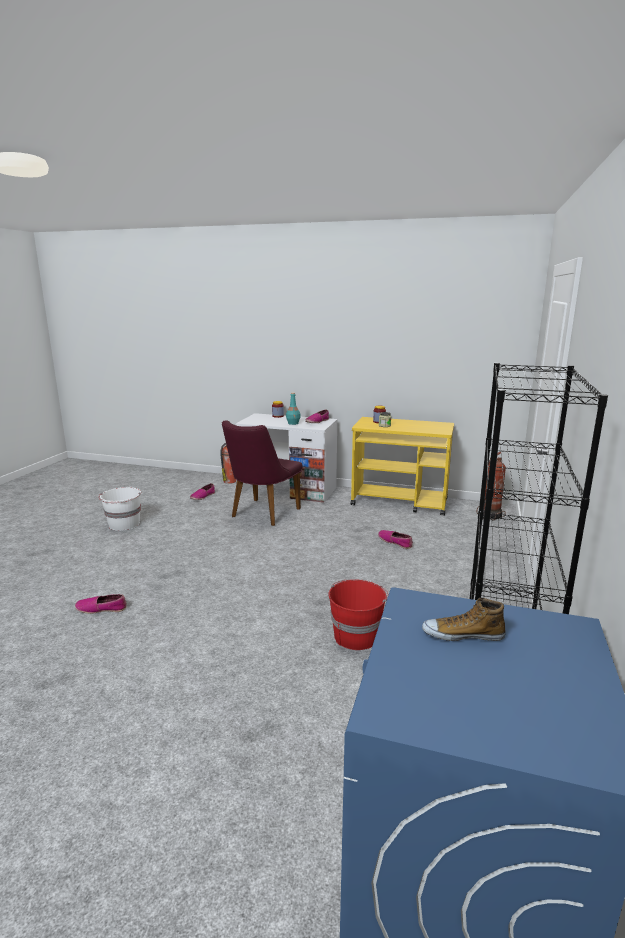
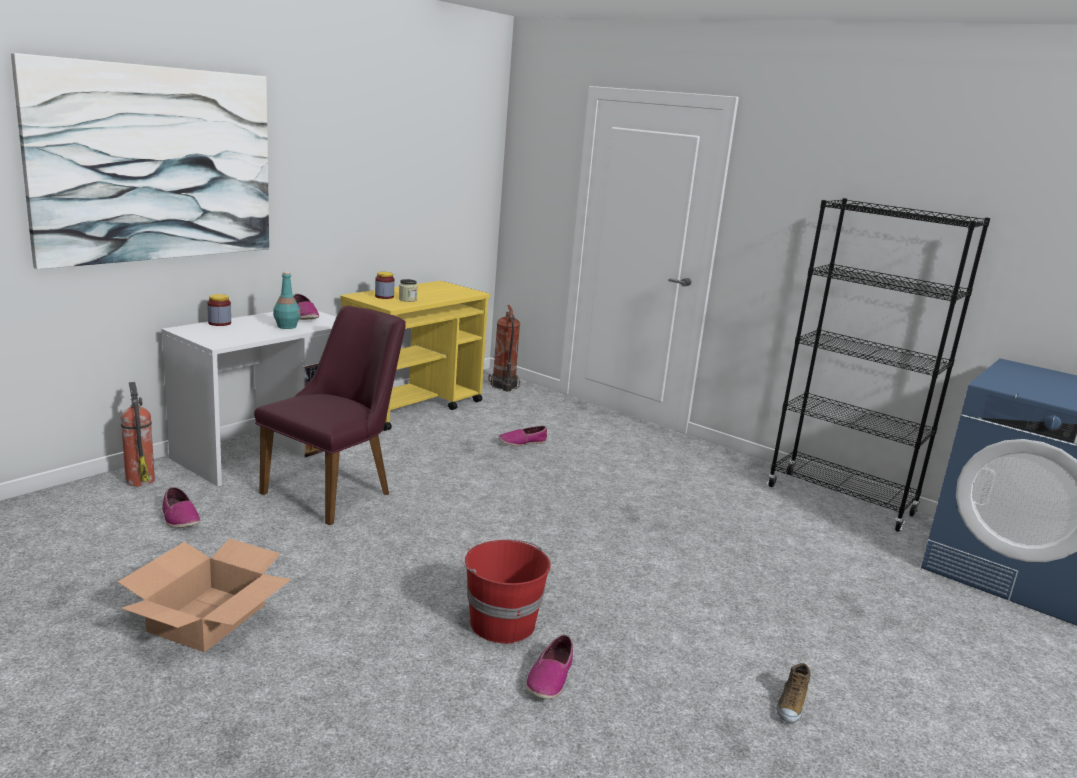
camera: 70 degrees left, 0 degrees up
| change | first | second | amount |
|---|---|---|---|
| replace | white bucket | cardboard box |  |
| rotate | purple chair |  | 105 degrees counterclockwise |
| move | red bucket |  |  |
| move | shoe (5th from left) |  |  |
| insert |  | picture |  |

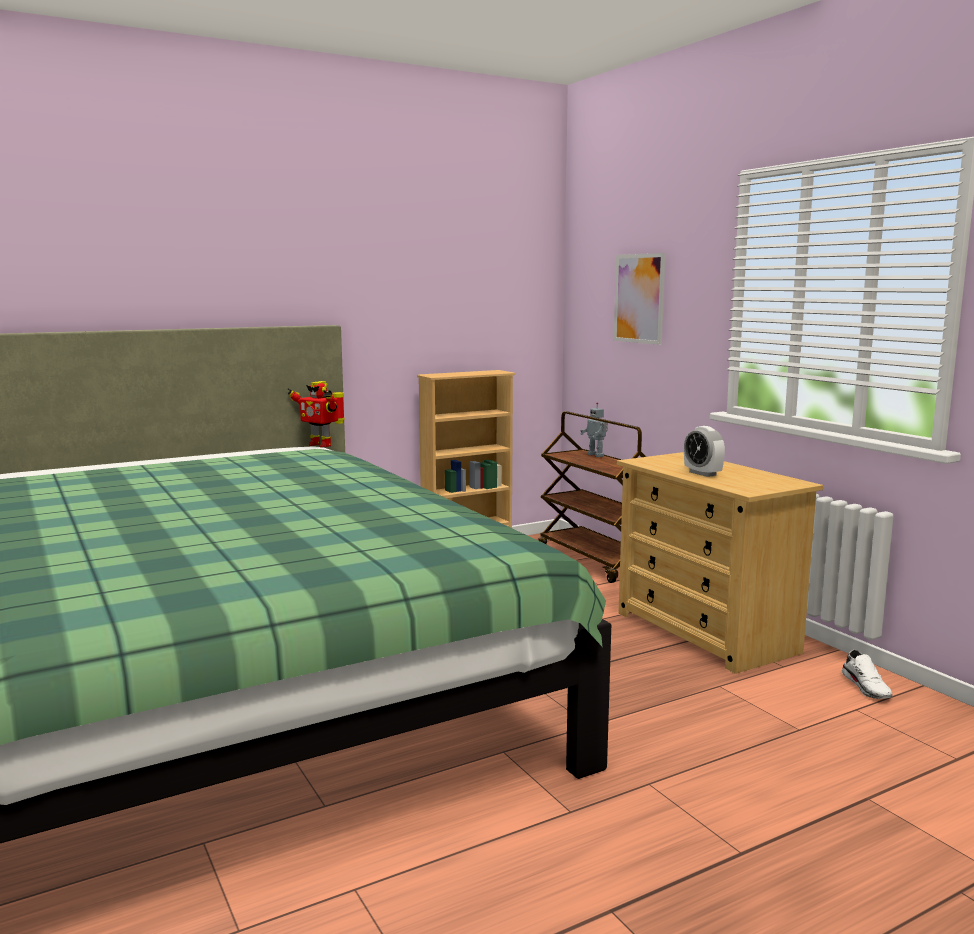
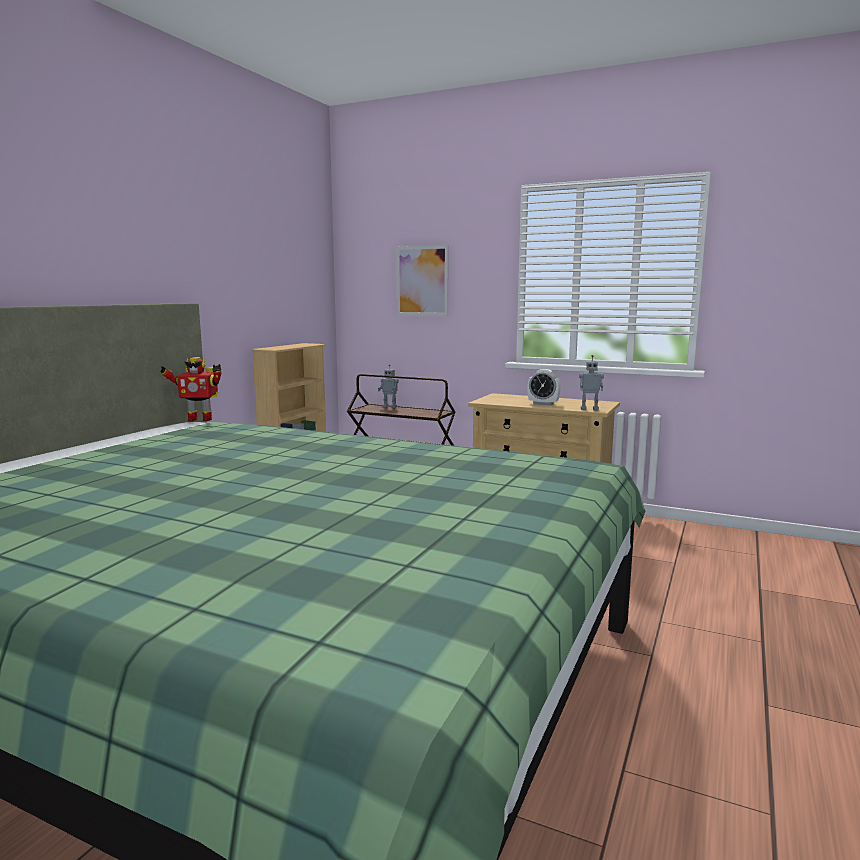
camera: 35 degrees left, 0 degrees up
| change | first | second | amount |
|---|---|---|---|
| delete | white shoe |  |  |
| insert |  | toy robot (3rd from left) |  |

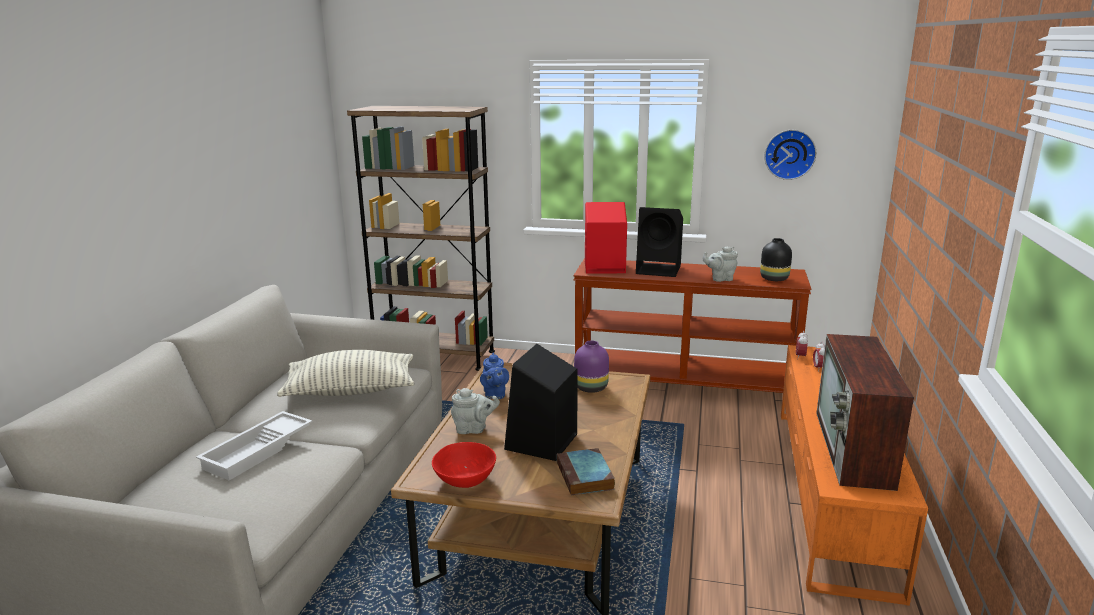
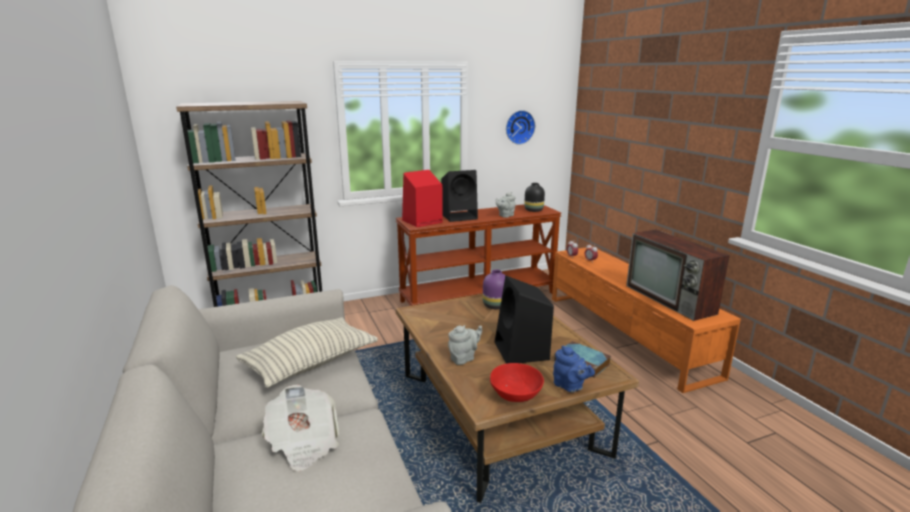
camera: 35 degrees left, 0 degrees up
| change | first | second | amount |
|---|---|---|---|
| replace | white tray | newspaper |  |
| move | blue teapot |  |  |

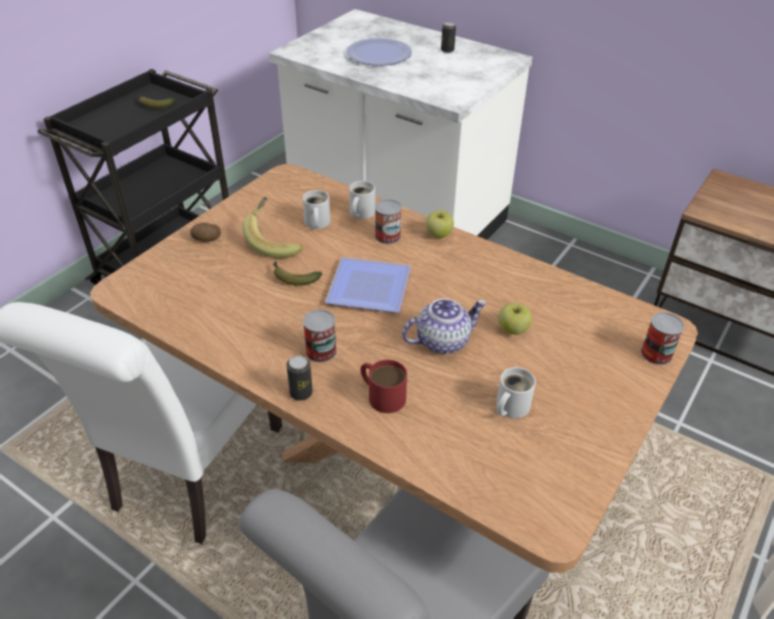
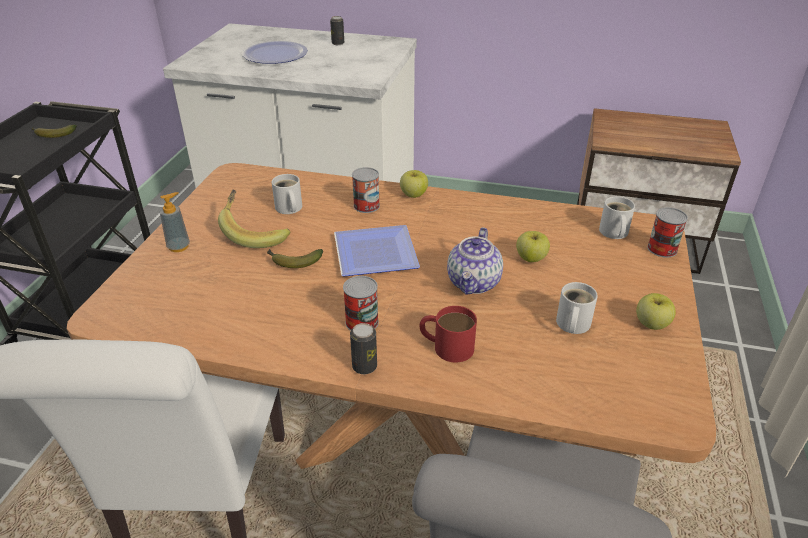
camera: 20 degrees left, 5 degrees down
| change | first | second | amount |
|---|---|---|---|
| replace | potato | soap dispenser |  |
| move | white mug (2nd from left in the first image) | white mug (3rd from left) |  |
| rotate | teapot |  | 150 degrees clockwise |
| insert |  | apple (3rd from left) |  |

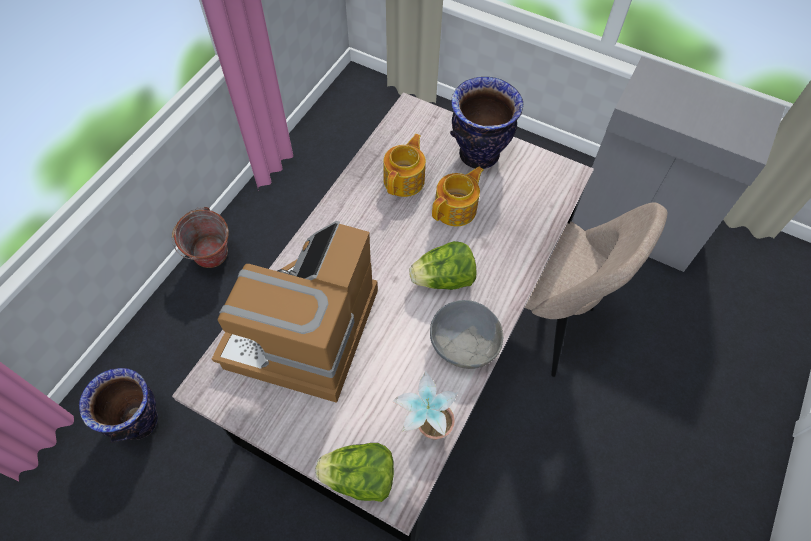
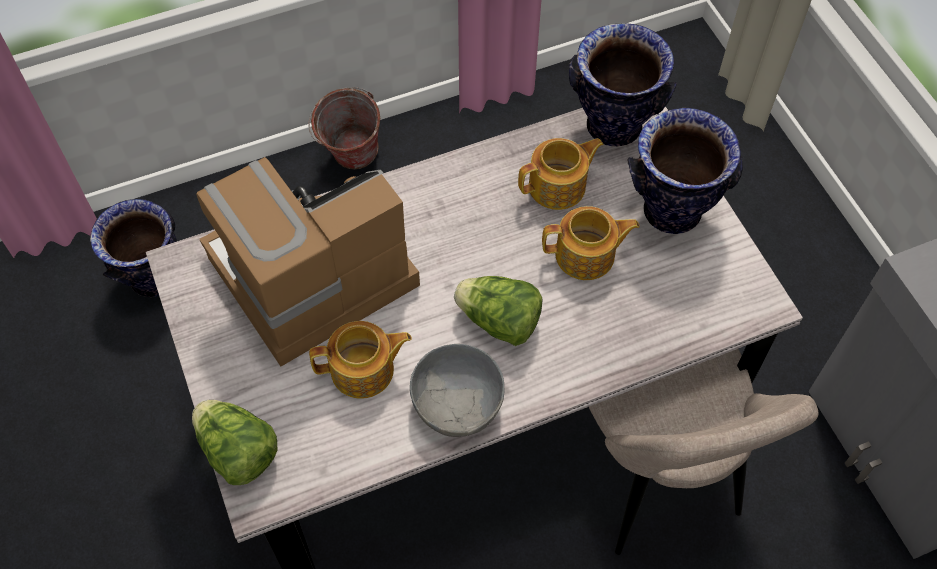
camera: 40 degrees right, 0 degrees up
| change | first | second | amount |
|---|---|---|---|
| delete | potted plant |  |  |
| insert |  | teapot (1st from left) |  |
| insert |  | vase (2nd from left) |  |

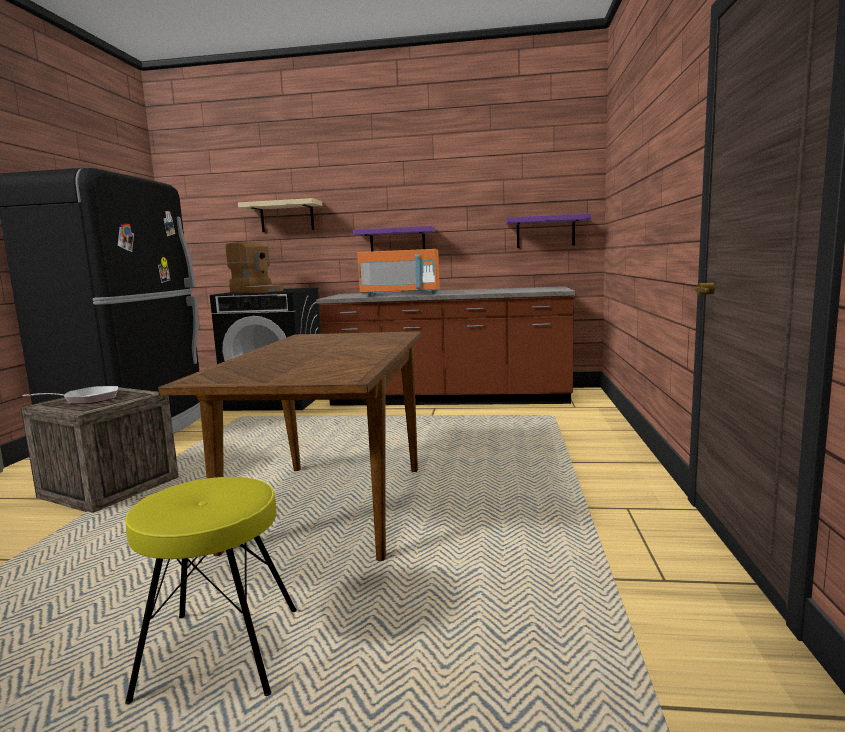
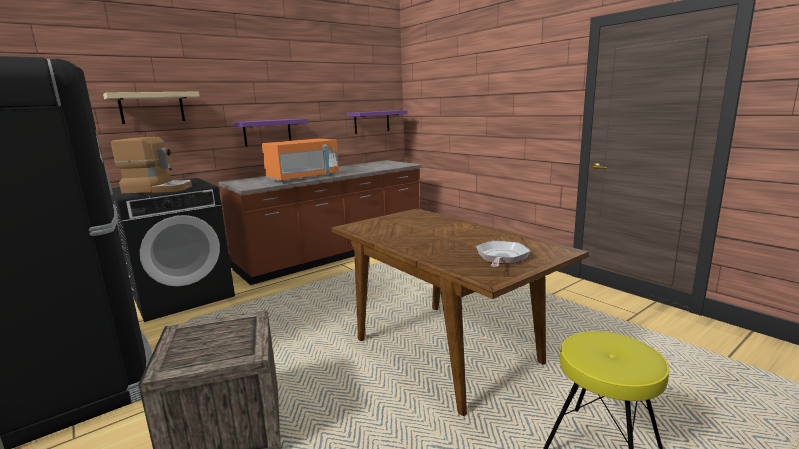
camera: 45 degrees left, 5 degrees up
| change | first | second | amount |
|---|---|---|---|
| move | frying pan |  |  |

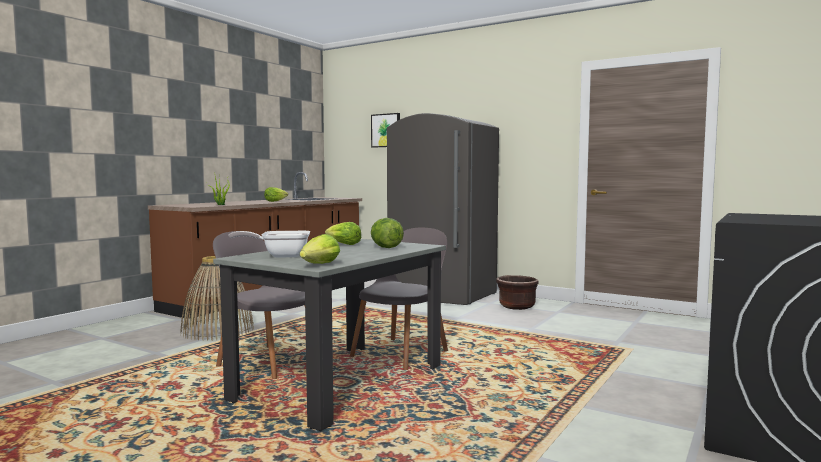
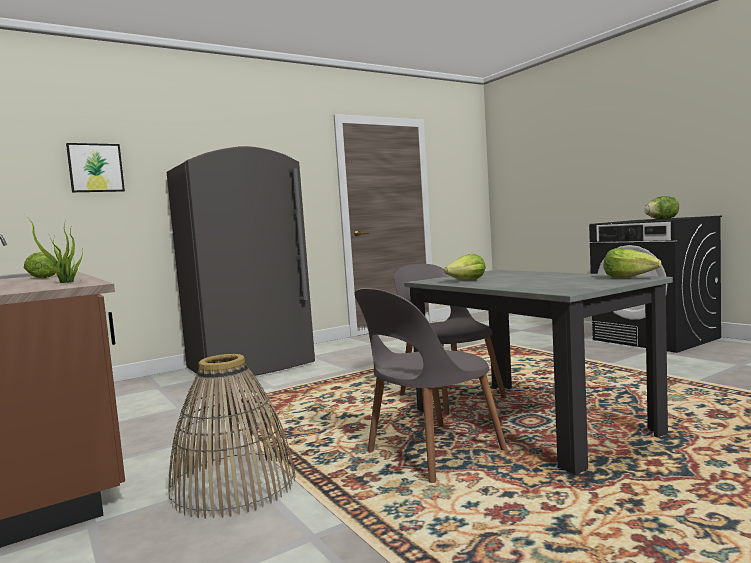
camera: 65 degrees left, 0 degrees up
| change | first | second | amount |
|---|---|---|---|
| delete | frying pan |  |  |
| move | lettuce (4th from left) |  |  |
| delete | brown planter |  |  |

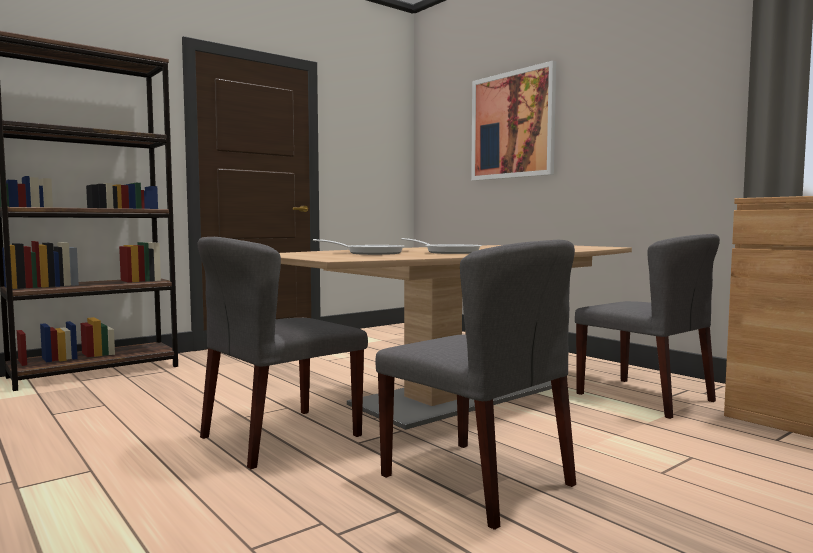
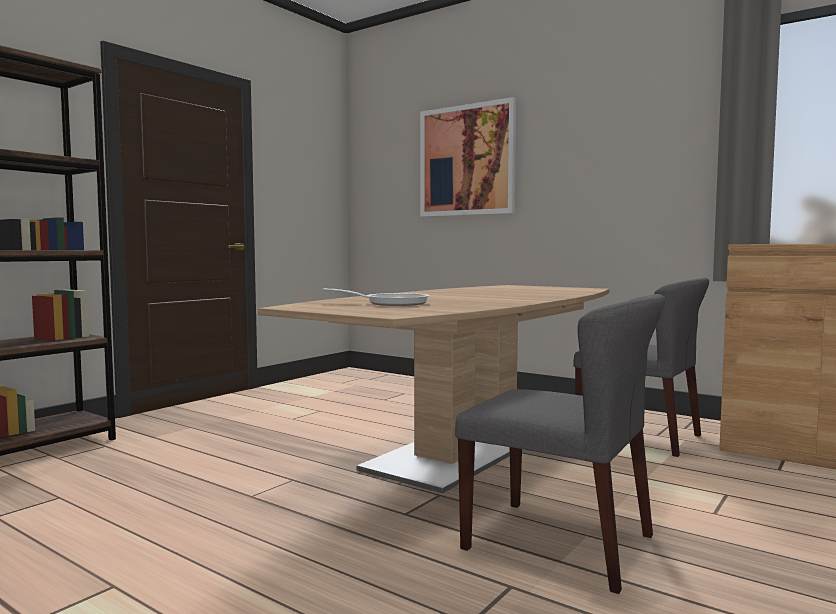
camera: 15 degrees left, 0 degrees up
| change | first | second | amount |
|---|---|---|---|
| delete | grey chair (1st from left) |  |  |
| delete | frying pan (2nd from left) |  |  |

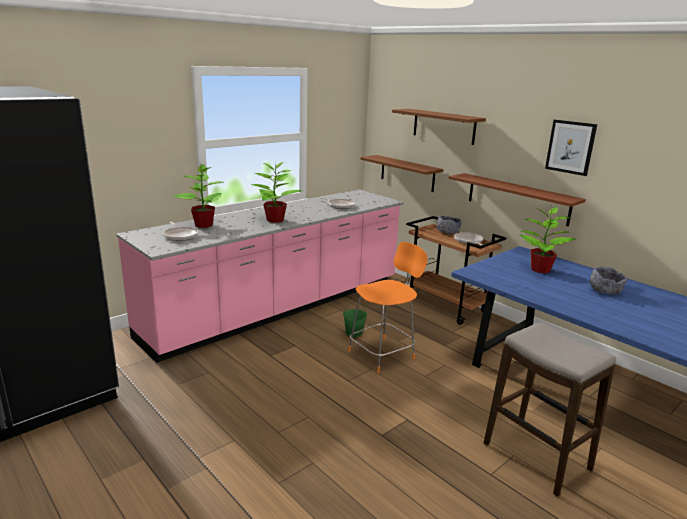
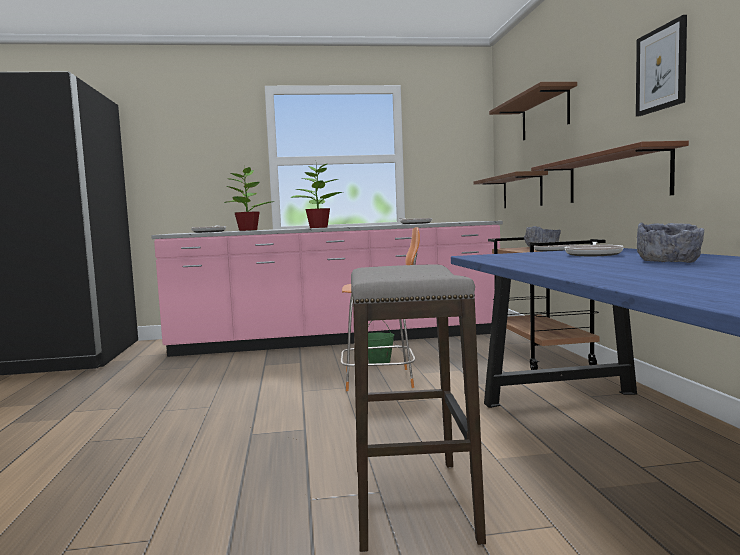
camera: 35 degrees right, 15 degrees down
| change | first | second | amount |
|---|---|---|---|
| replace | potted plant (3rd from left) | frying pan (4th from left) |  |

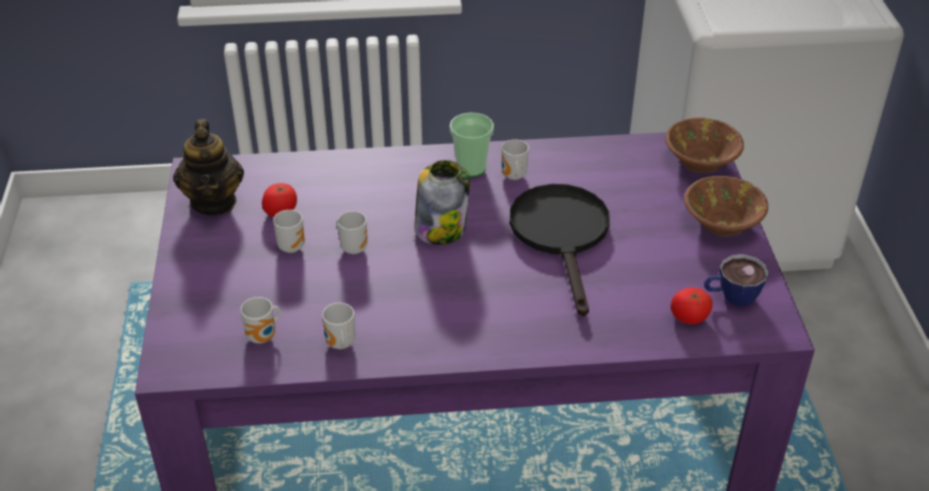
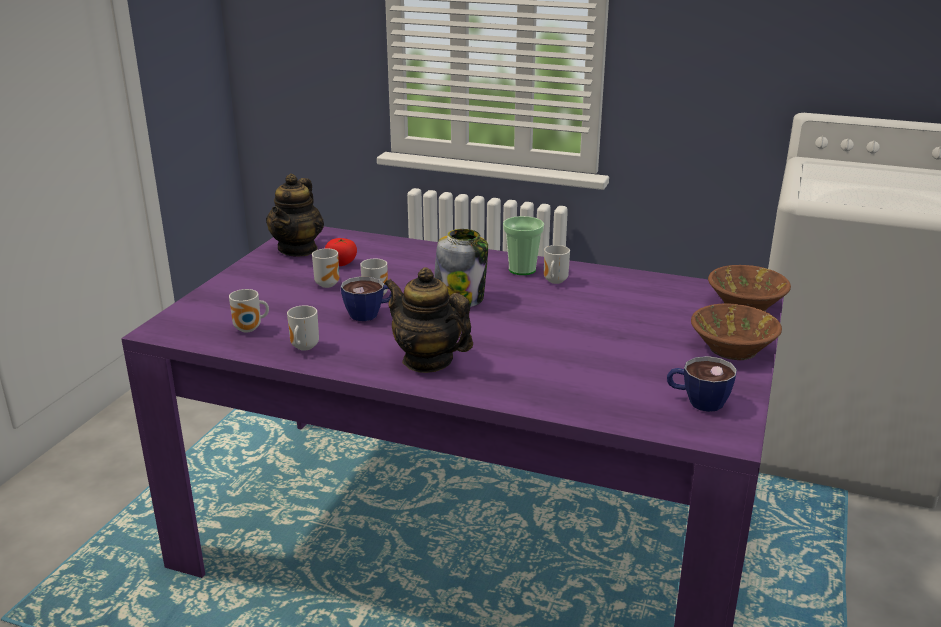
camera: 25 degrees right, 15 degrees down
| change | first | second | amount |
|---|---|---|---|
| delete | black frying pan |  |  |
| delete | tomato (2nd from left) |  |  |
| insert |  | cup (1st from left) |  |
| insert |  | teapot (2nd from left) |  |

